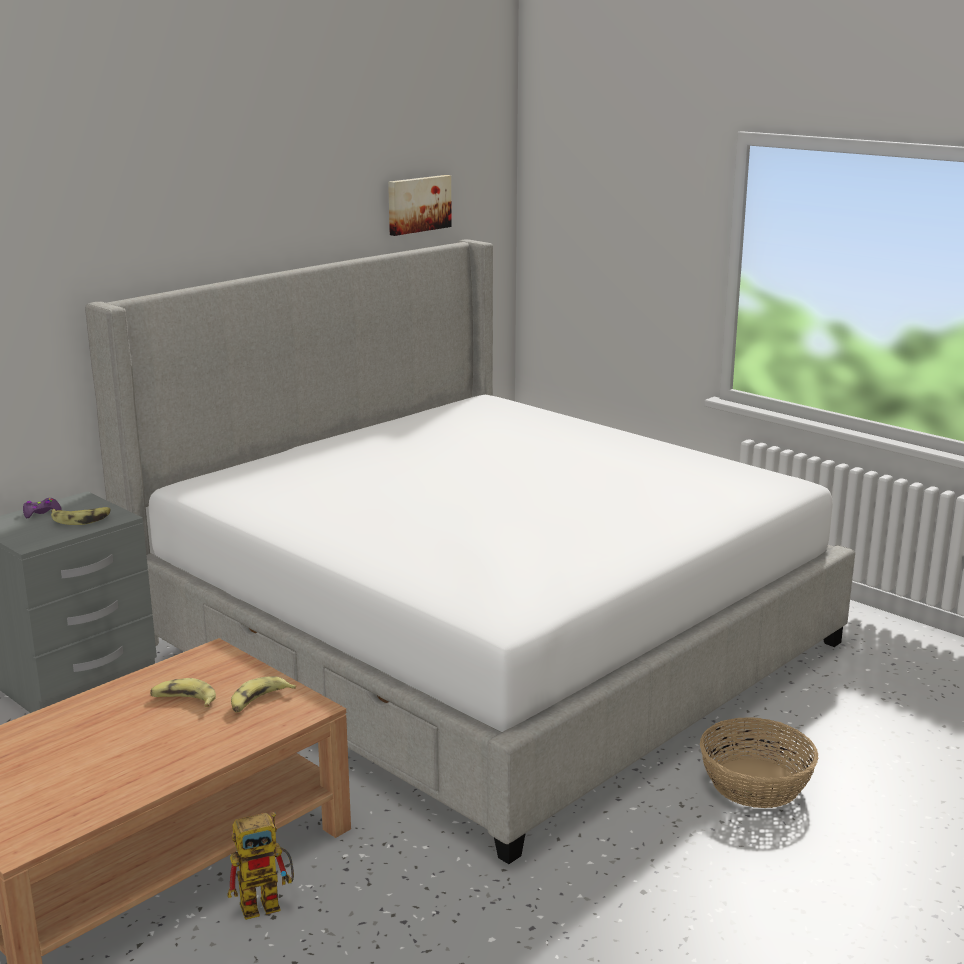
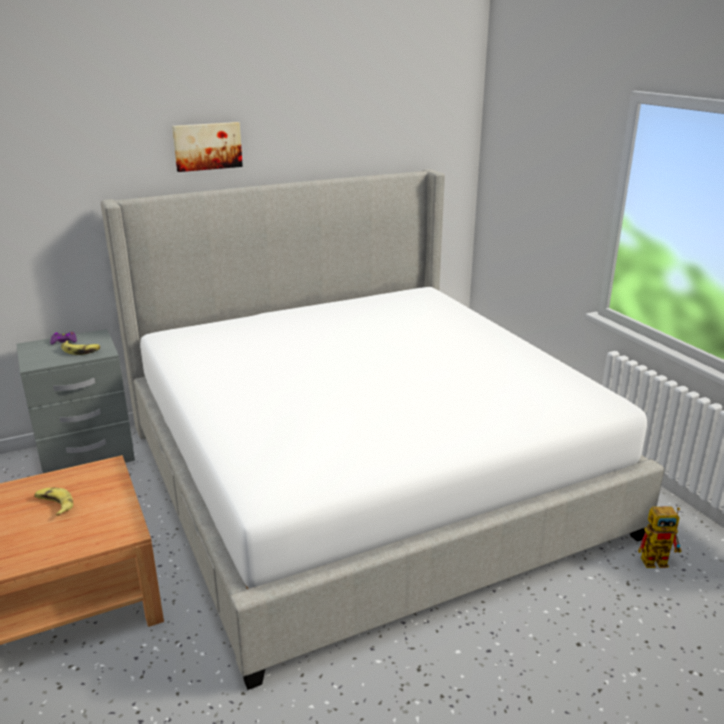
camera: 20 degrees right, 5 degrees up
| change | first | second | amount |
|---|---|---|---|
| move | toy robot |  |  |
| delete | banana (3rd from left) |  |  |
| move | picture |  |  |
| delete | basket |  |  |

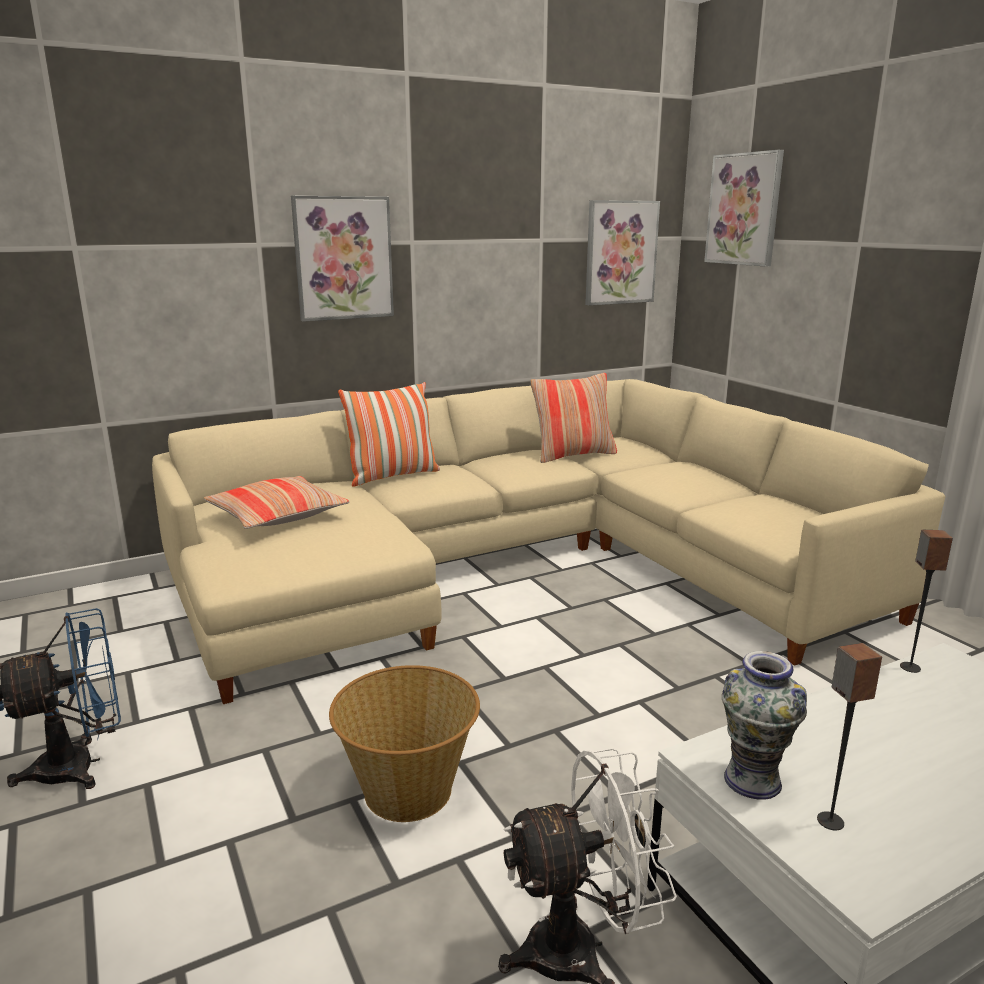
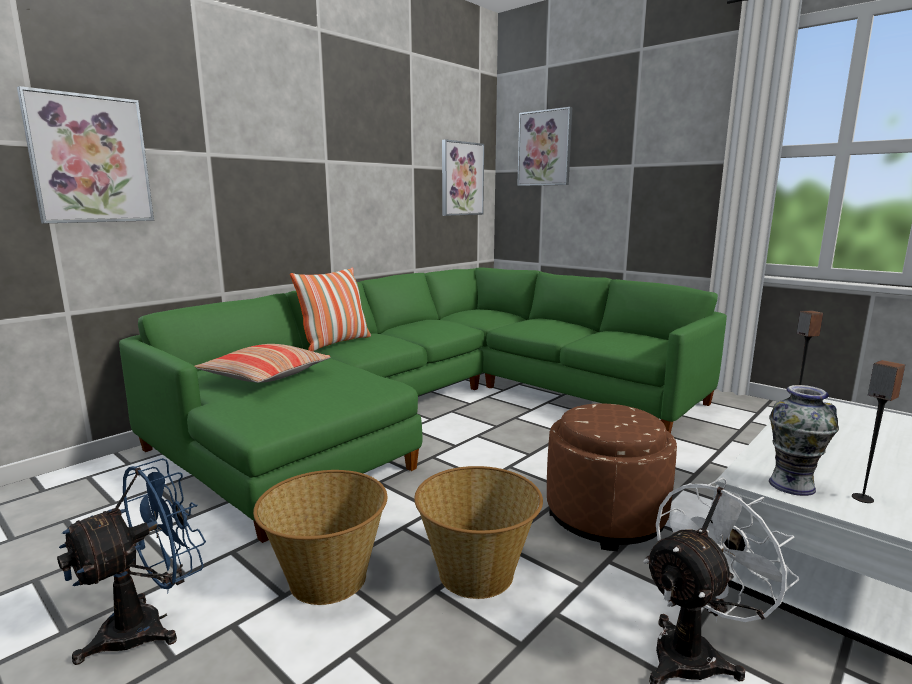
camera: 20 degrees left, 5 degrees down
| change | first | second | amount |
|---|---|---|---|
| recolor | beige sofa | green sofa |  |
| move | picture (1st from left) |  |  |
| delete | pillow (3rd from left) |  |  |
| insert |  | basket (1st from left) |  |
| insert |  | brown ottoman |  |

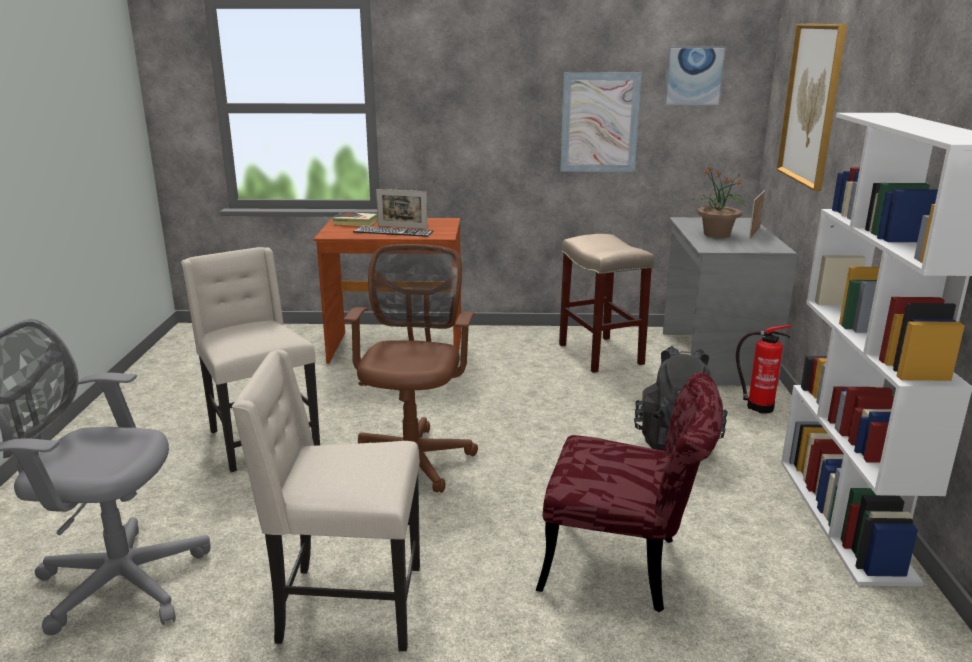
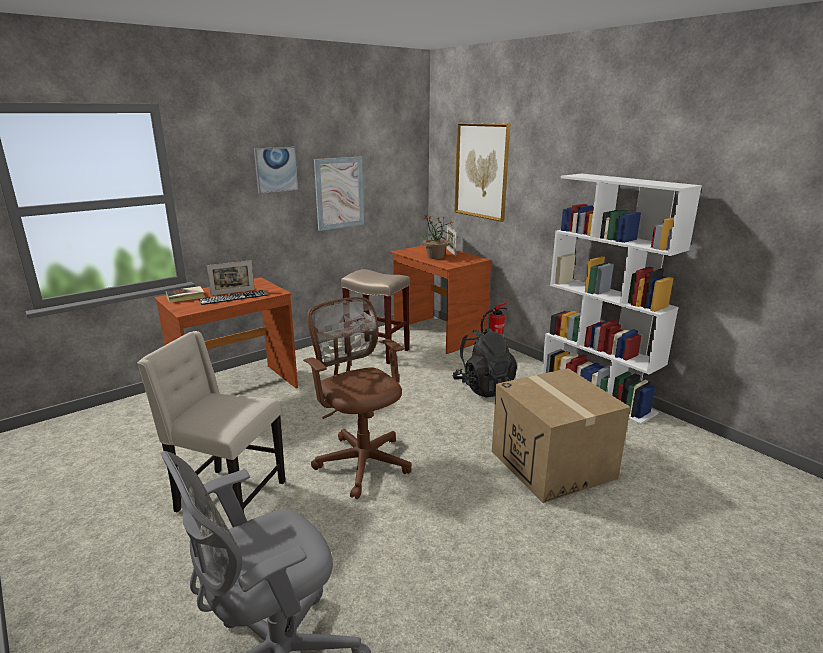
camera: 40 degrees left, 0 degrees up
| change | first | second | amount |
|---|---|---|---|
| delete | beige chair (2nd from left) |  |  |
| replace | red chair | cardboard box |  |
| move | picture (2nd from left in the first image) | picture (1st from left) |  |
| recolor | grey desk | brown desk (2nd from left) |  |

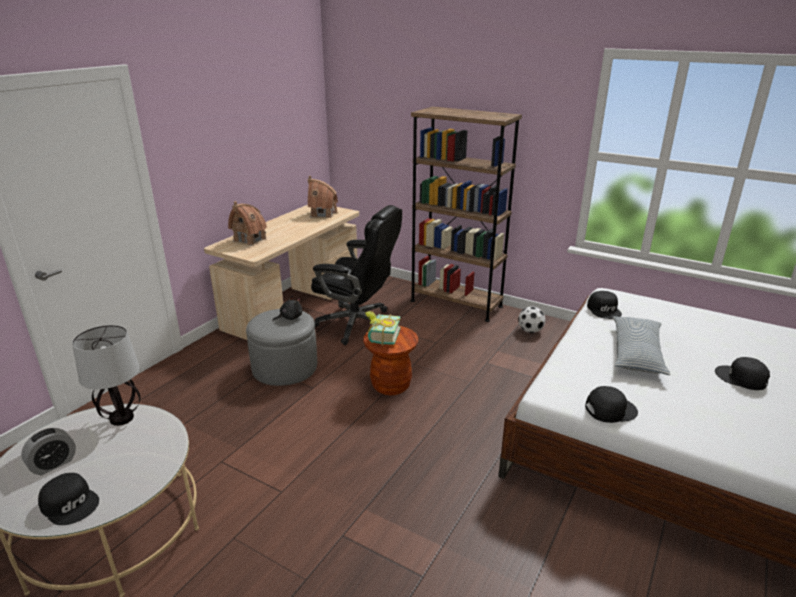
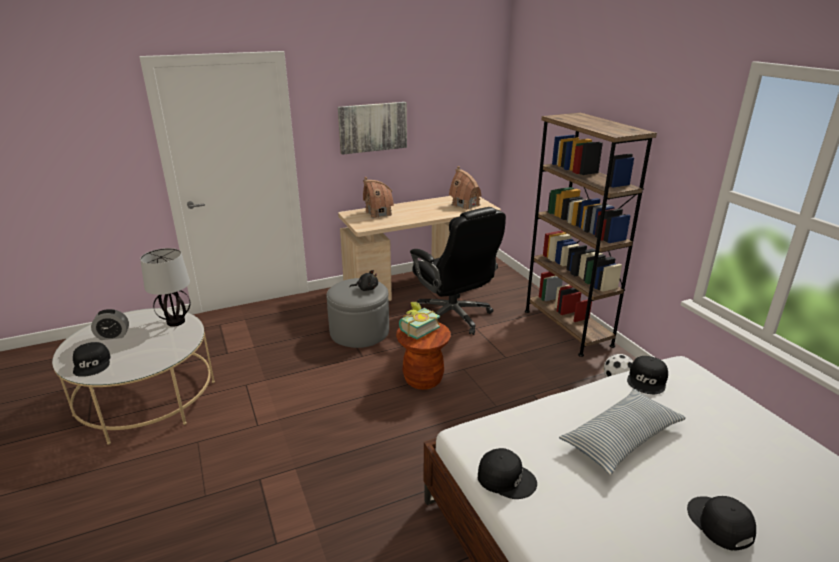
camera: 35 degrees right, 0 degrees up
| change | first | second | amount |
|---|---|---|---|
| insert |  | picture |  |

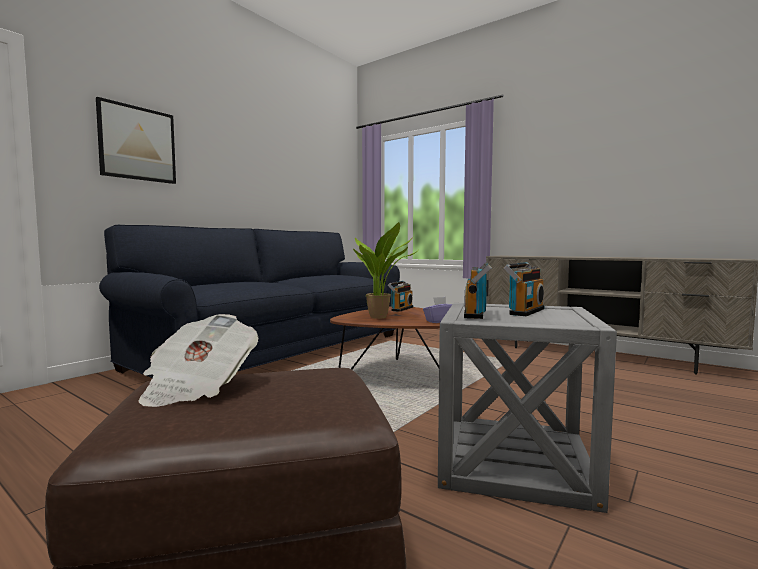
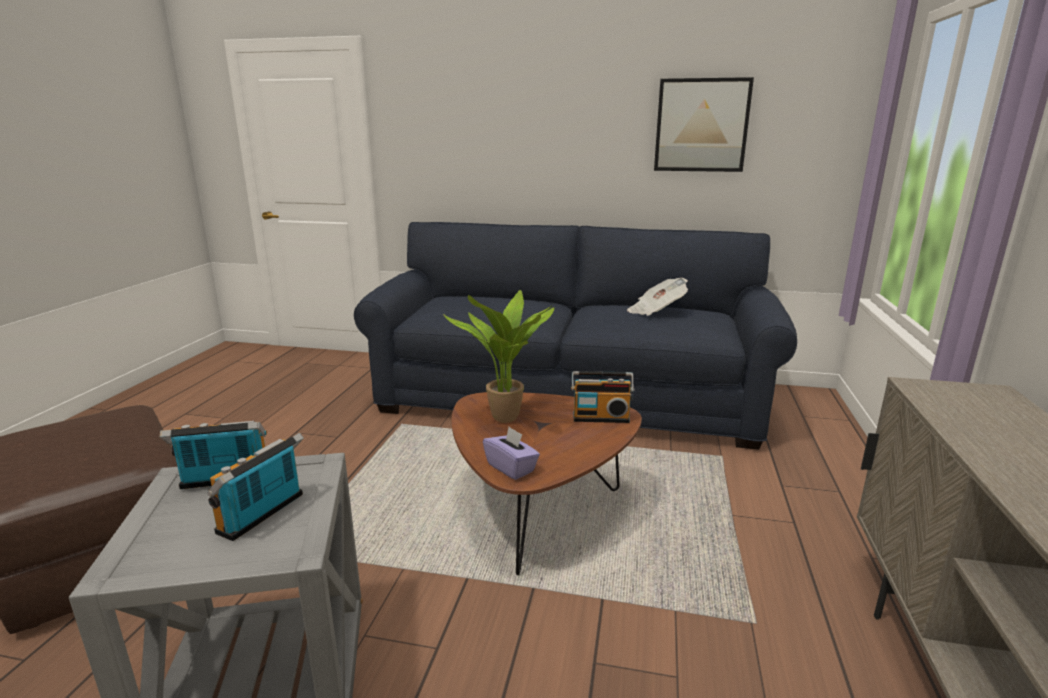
camera: 65 degrees right, 15 degrees up
| change | first | second | amount |
|---|---|---|---|
| move | picture |  |  |
| move | newspaper |  |  |
| rotate | radio (3rd from left in the first image) | radio (2nd from left) | 105 degrees clockwise |

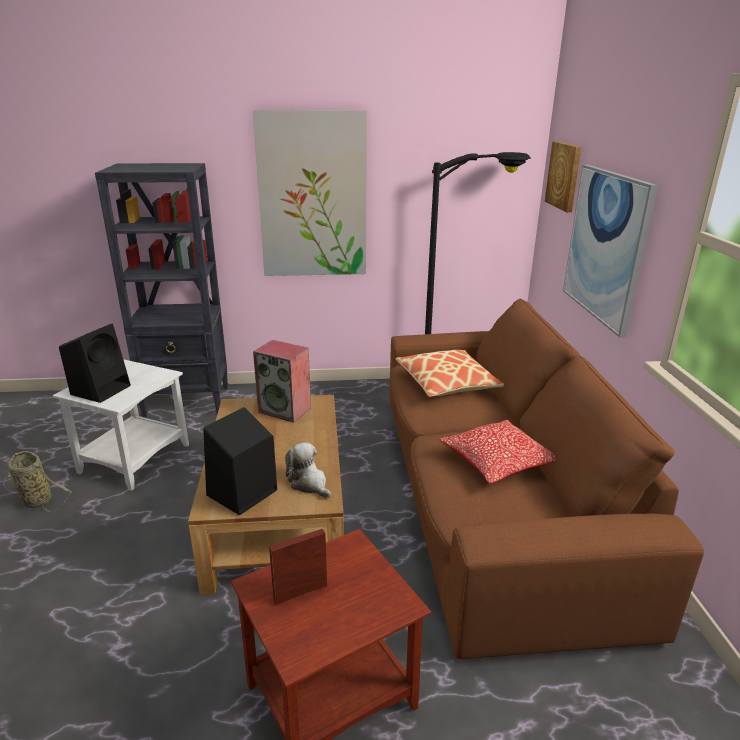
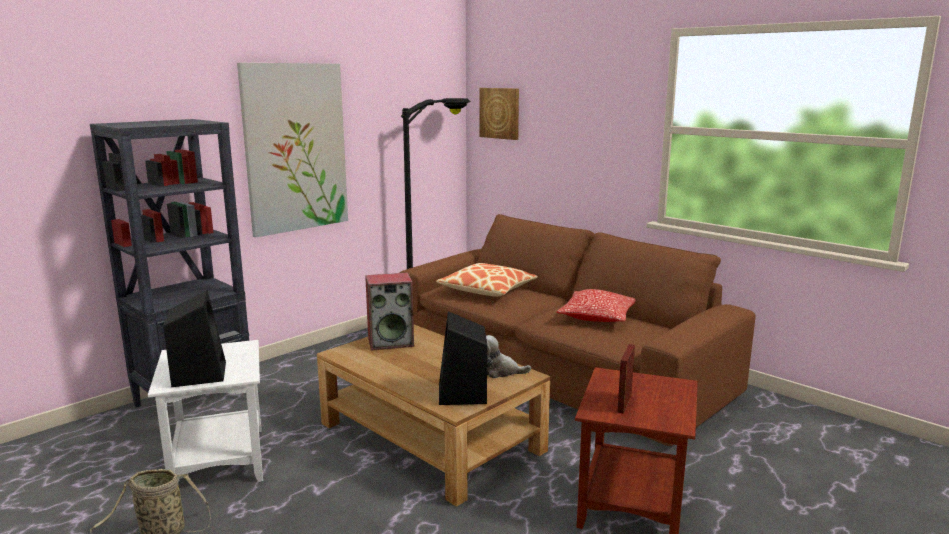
camera: 40 degrees left, 10 degrees down
| change | first | second | amount |
|---|---|---|---|
| delete | picture (3rd from left) |  |  |

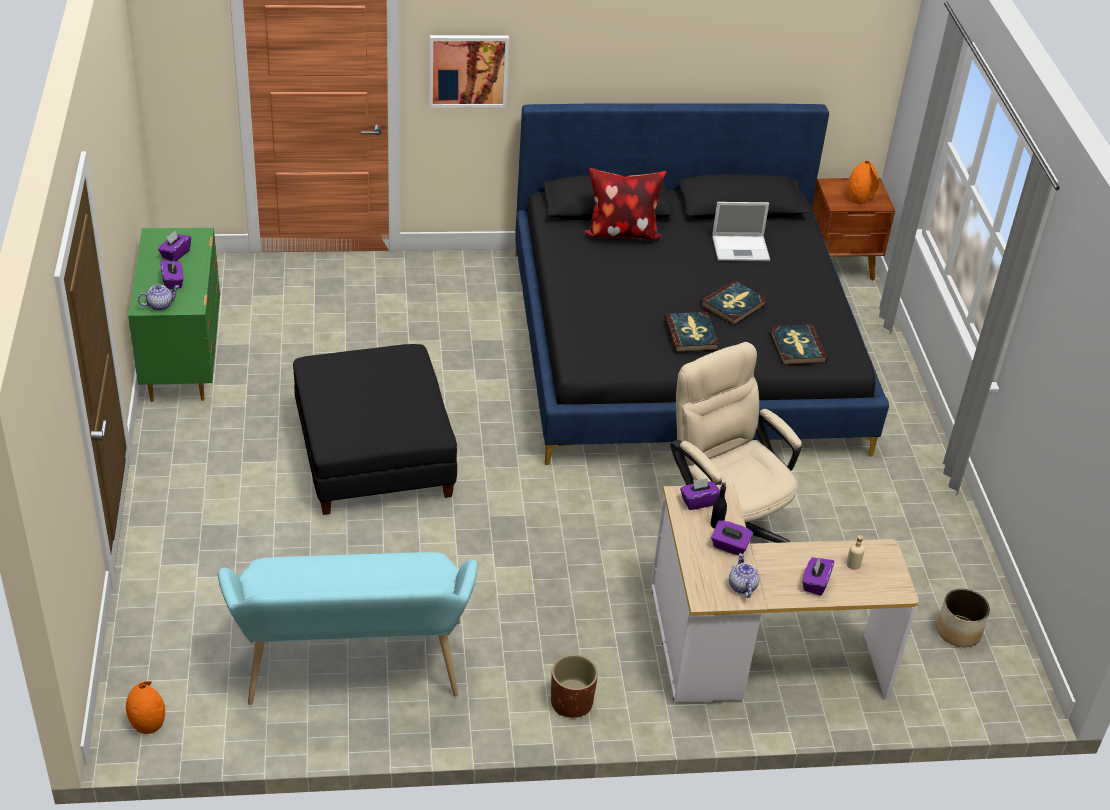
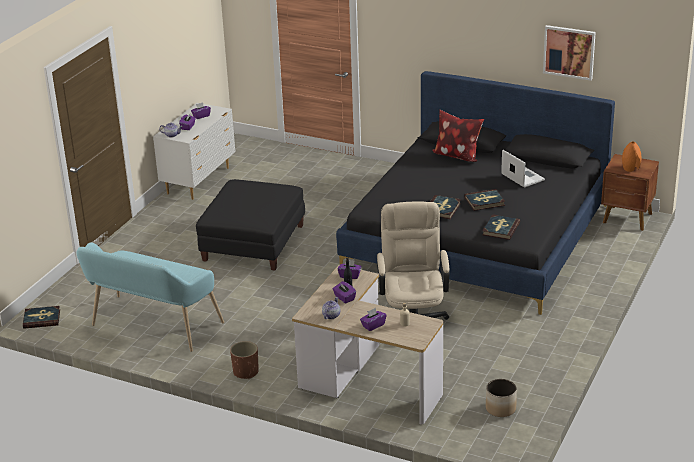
camera: 35 degrees right, 10 degrees down
| change | first | second | amount |
|---|---|---|---|
| replace | orange vase (1st from left) | book (1st from left) |  |
| recolor | green dresser | white dresser |  |
| move | picture |  |  |
| rotate | laptop |  | 150 degrees counterclockwise |

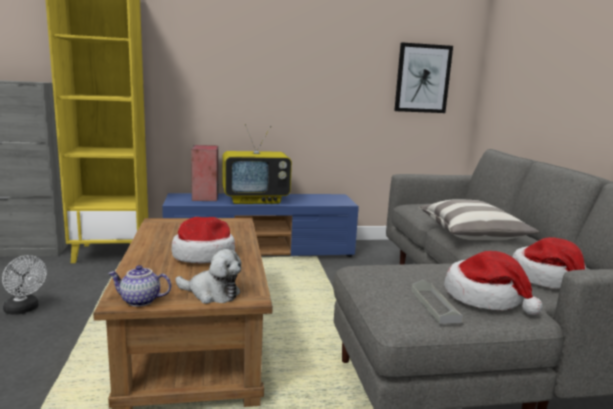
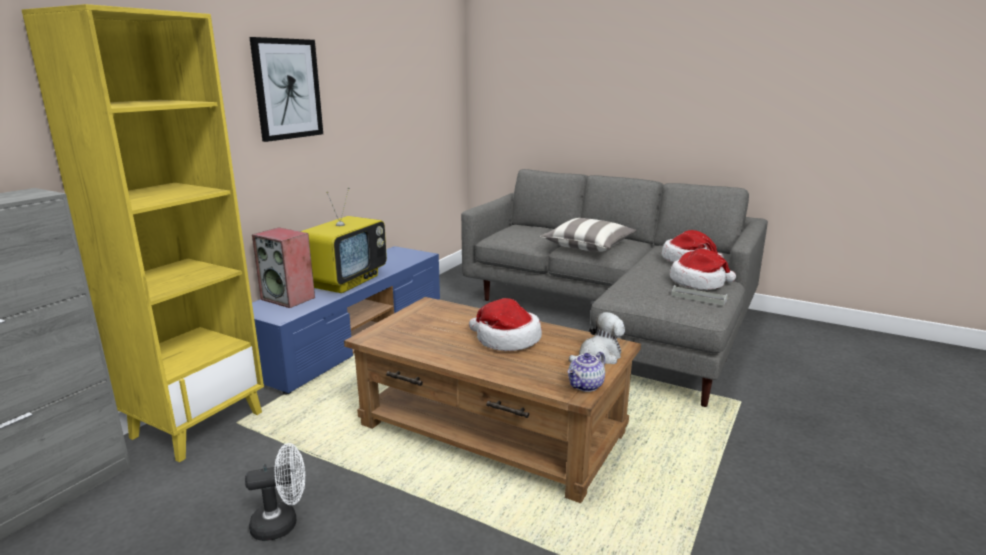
camera: 50 degrees left, 5 degrees up
| change | first | second | amount |
|---|---|---|---|
| move | picture |  |  |

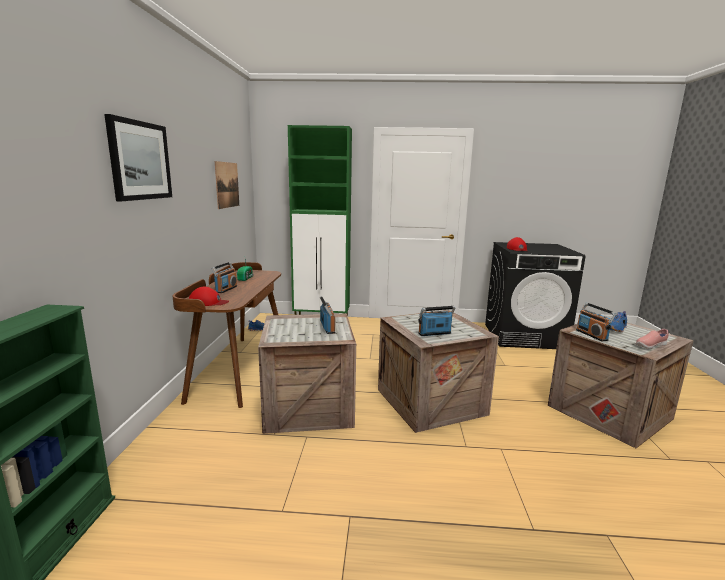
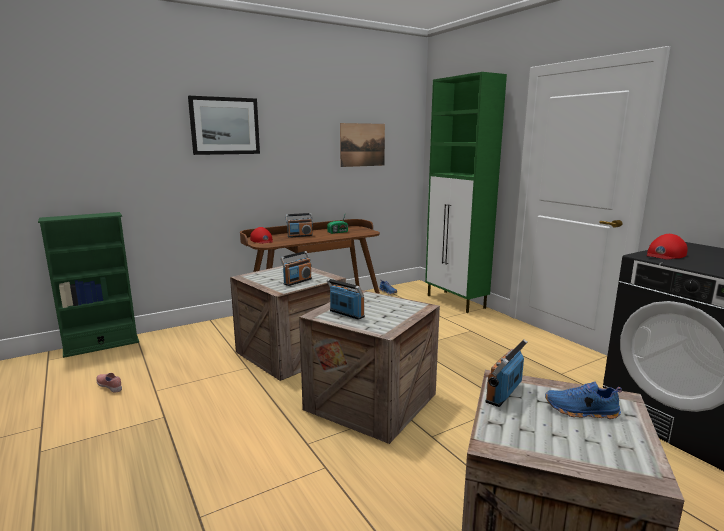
camera: 55 degrees right, 0 degrees up
| change | first | second | amount |
|---|---|---|---|
| move | pink shoe |  |  |

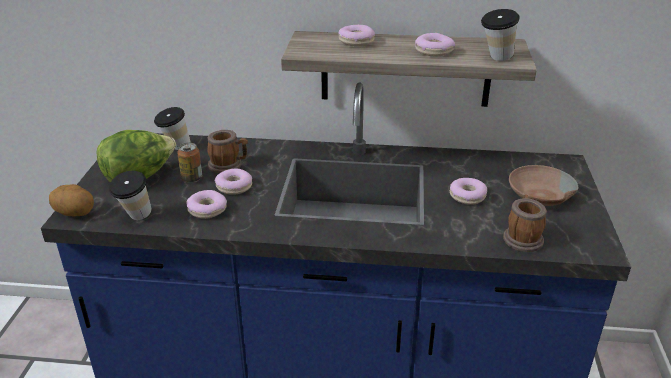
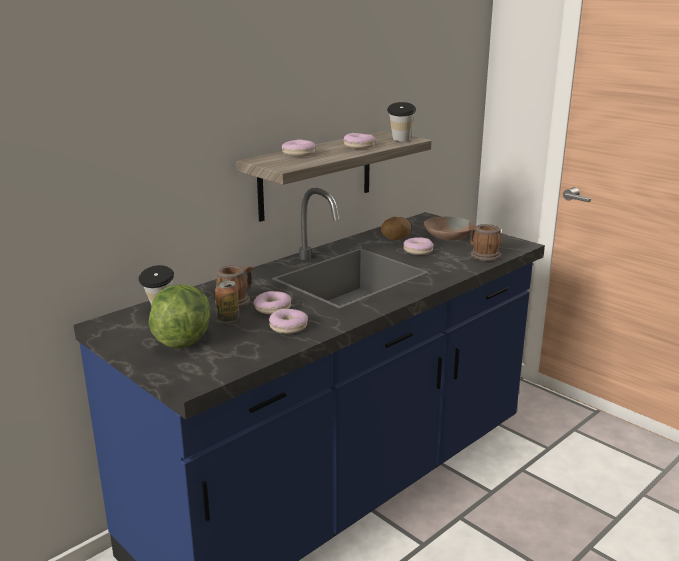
camera: 50 degrees left, 10 degrees down
| change | first | second | amount |
|---|---|---|---|
| move | potato |  |  |
| delete | cup (1st from left) |  |  |

